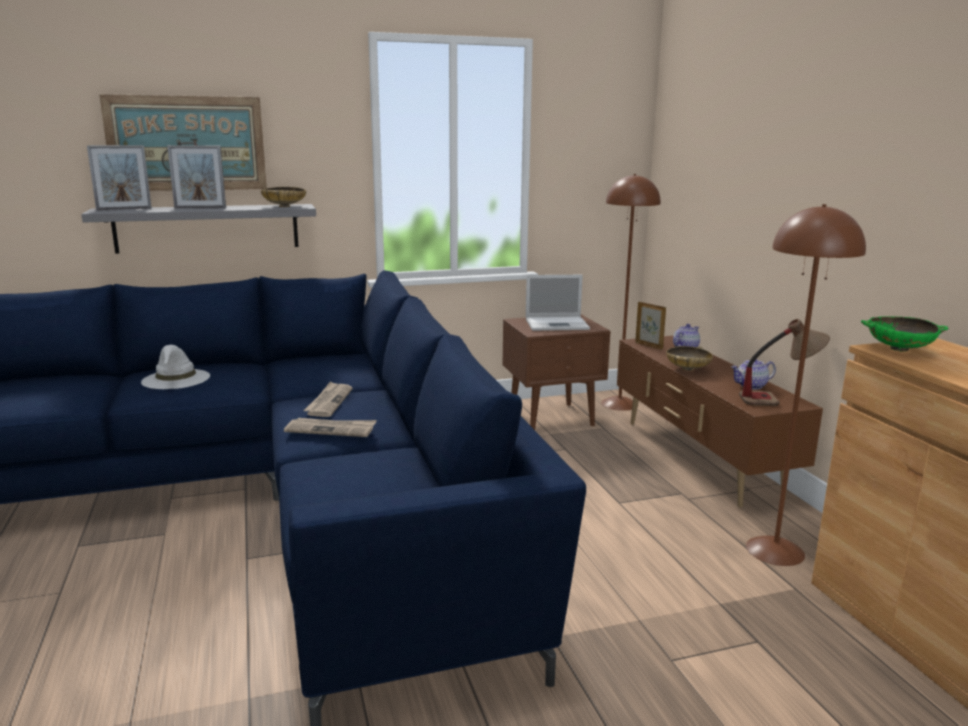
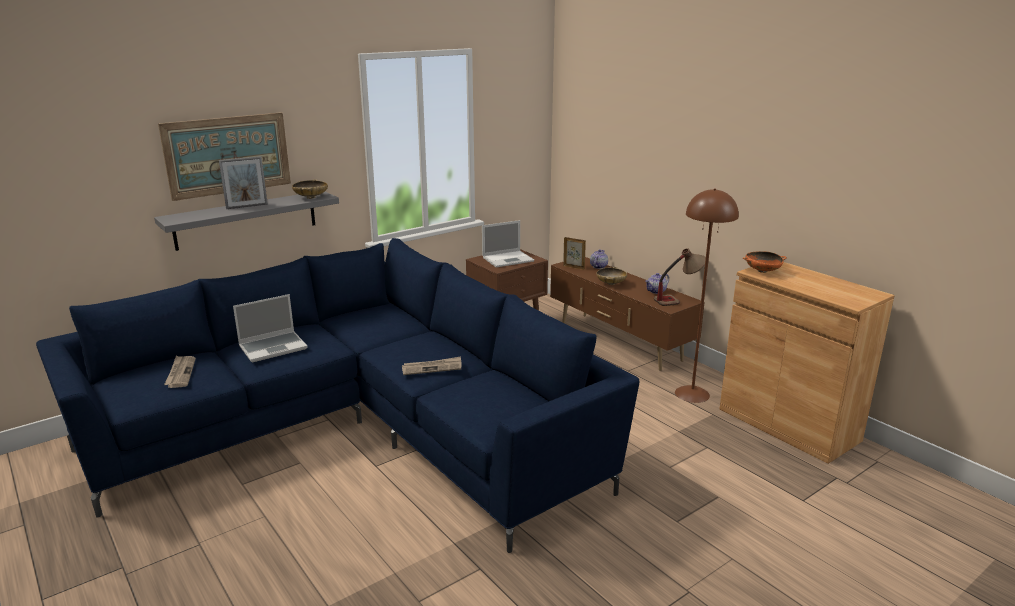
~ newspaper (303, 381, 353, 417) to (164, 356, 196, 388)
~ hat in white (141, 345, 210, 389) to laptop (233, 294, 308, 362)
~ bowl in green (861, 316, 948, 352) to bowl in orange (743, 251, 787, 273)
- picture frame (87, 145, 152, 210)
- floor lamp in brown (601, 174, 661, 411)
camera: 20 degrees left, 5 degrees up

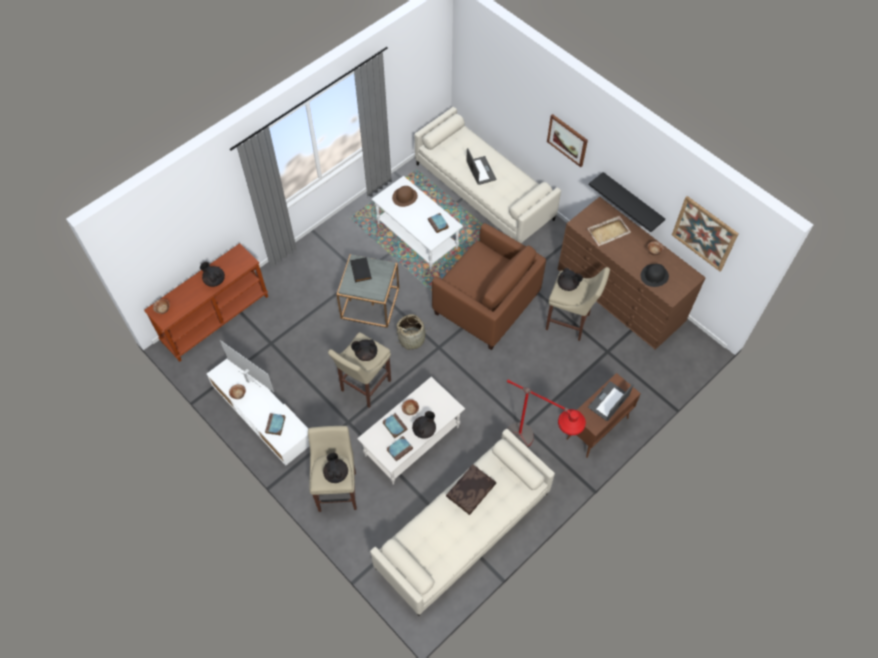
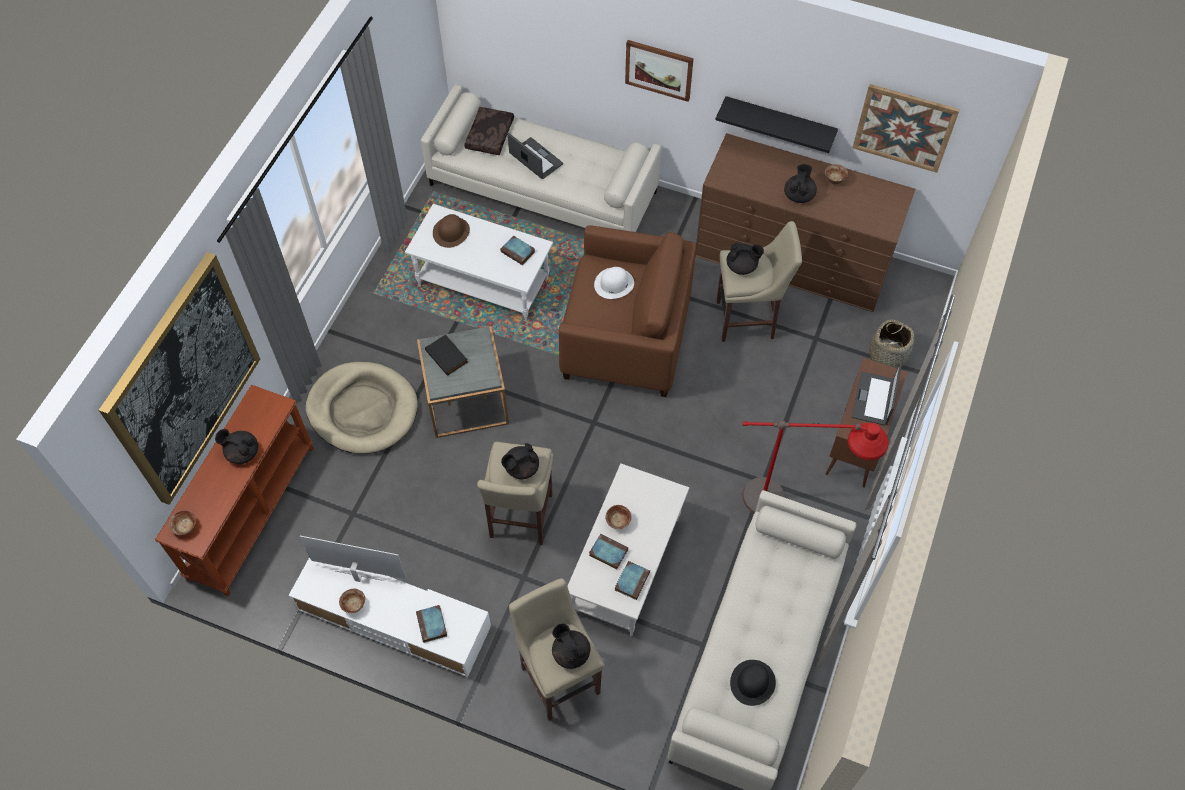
+ picture (99, 252, 260, 505)
+ dog bed in beige (306, 362, 418, 454)
~ pillow in brown (446, 465, 496, 515) to (464, 107, 514, 155)
+ hat in white (594, 267, 634, 299)
~ hat in black (641, 264, 669, 287) to (730, 660, 776, 706)
~ teapot in black (412, 411, 436, 439) to (784, 164, 817, 203)
~ basket (396, 314, 428, 350) to (869, 320, 914, 368)
- tray in beige (587, 216, 631, 246)
camera: 25 degrees left, 0 degrees up

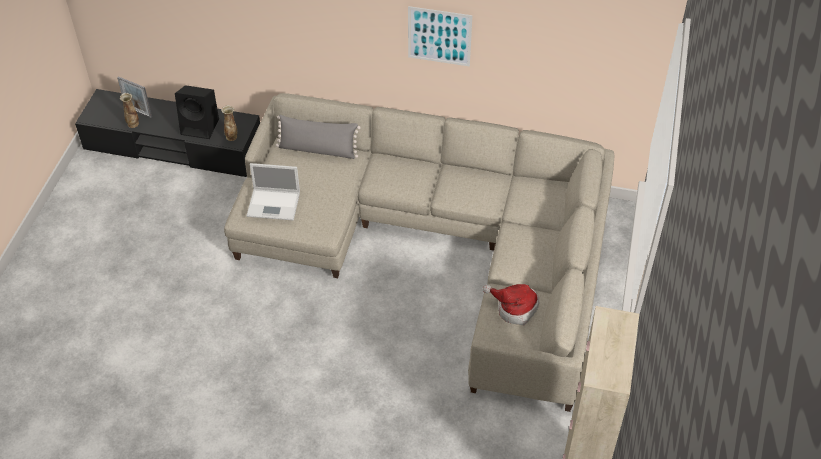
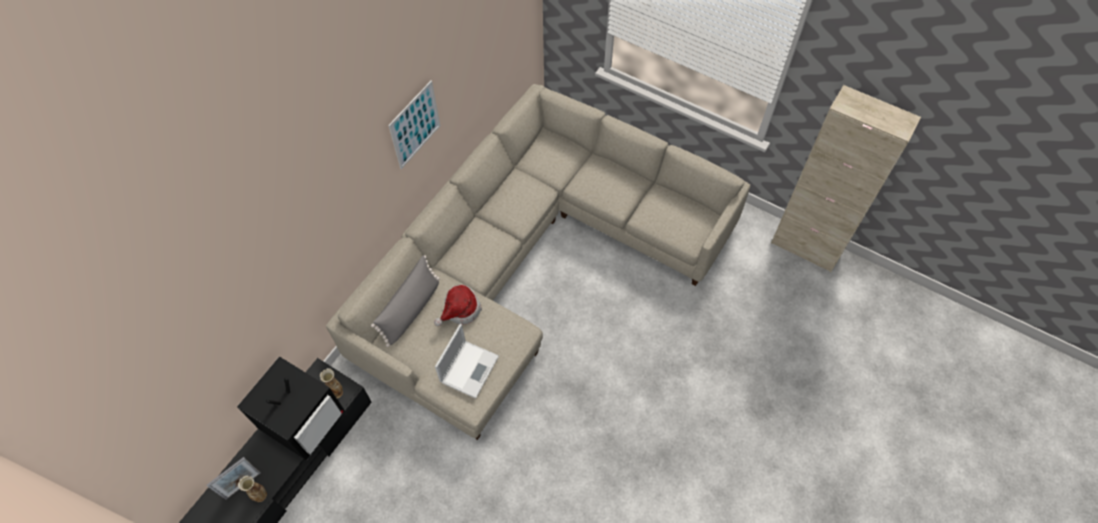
~ speaker in black (175, 85, 219, 139) to television (237, 356, 345, 461)
~ hat (483, 284, 539, 325) to (434, 285, 482, 326)
camera: 70 degrees left, 10 degrees up

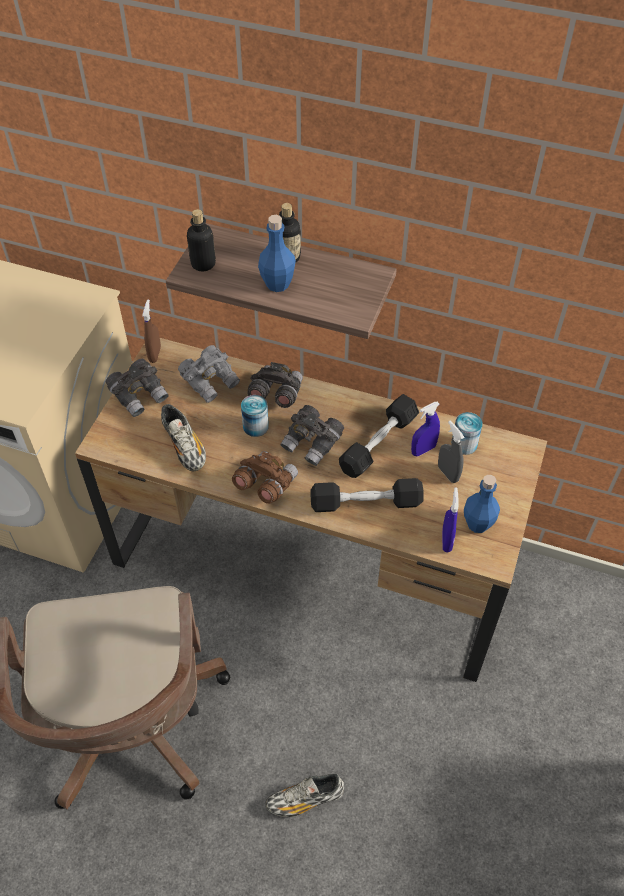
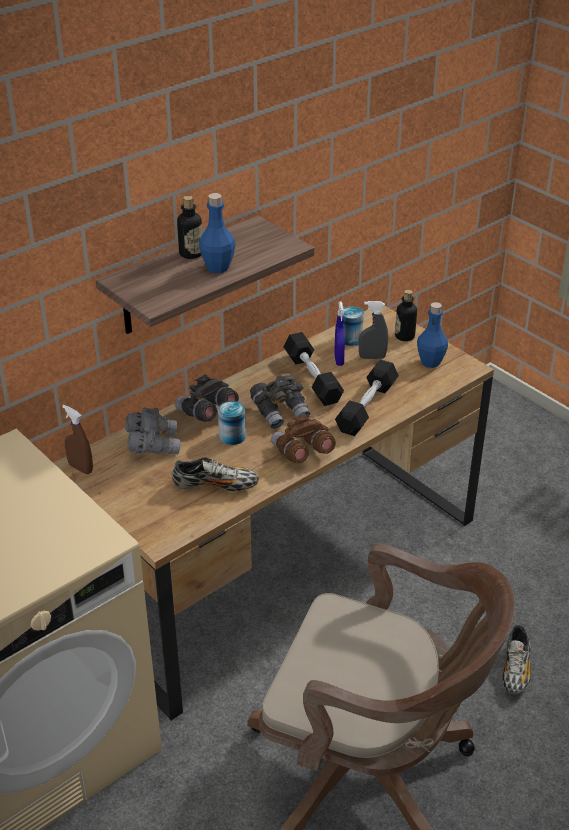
~ bottle (187, 209, 216, 271) to (395, 290, 417, 341)
- binoculars in grey (106, 359, 169, 417)
- spray bottle in blue (442, 487, 458, 553)
camera: 60 degrees left, 15 degrees down

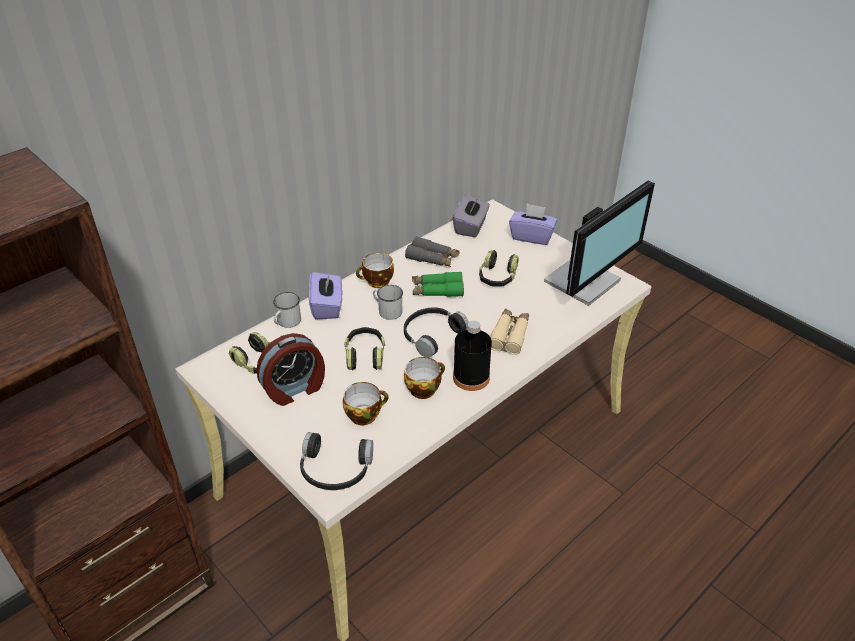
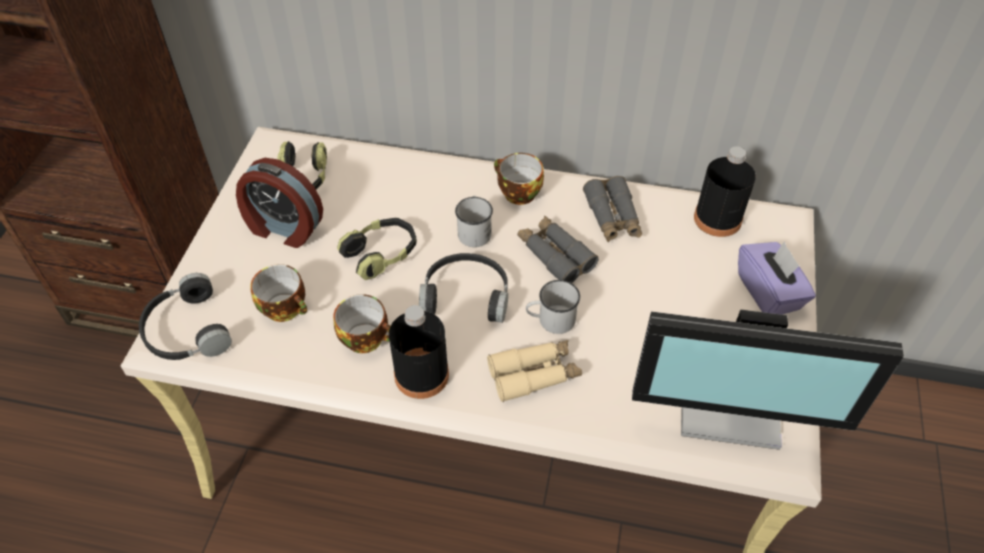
~ binoculars in green (412, 272, 464, 297) to binoculars in grey (518, 215, 598, 283)
~ mug in white (273, 292, 301, 328) to (526, 280, 580, 334)
~ tissue box in grey (453, 194, 490, 237) to bottle in black (694, 146, 756, 237)
- tissue box in purple (309, 272, 342, 319)
- headphones (479, 250, 519, 286)
camera: 55 degrees right, 10 degrees up

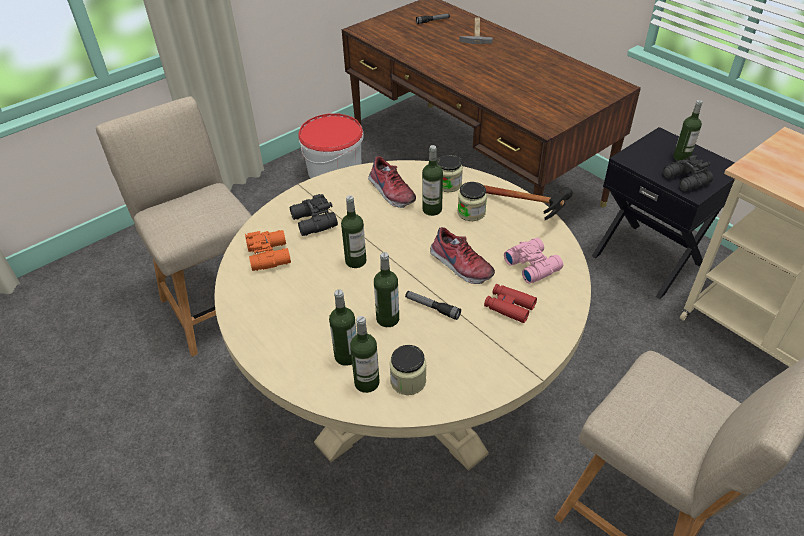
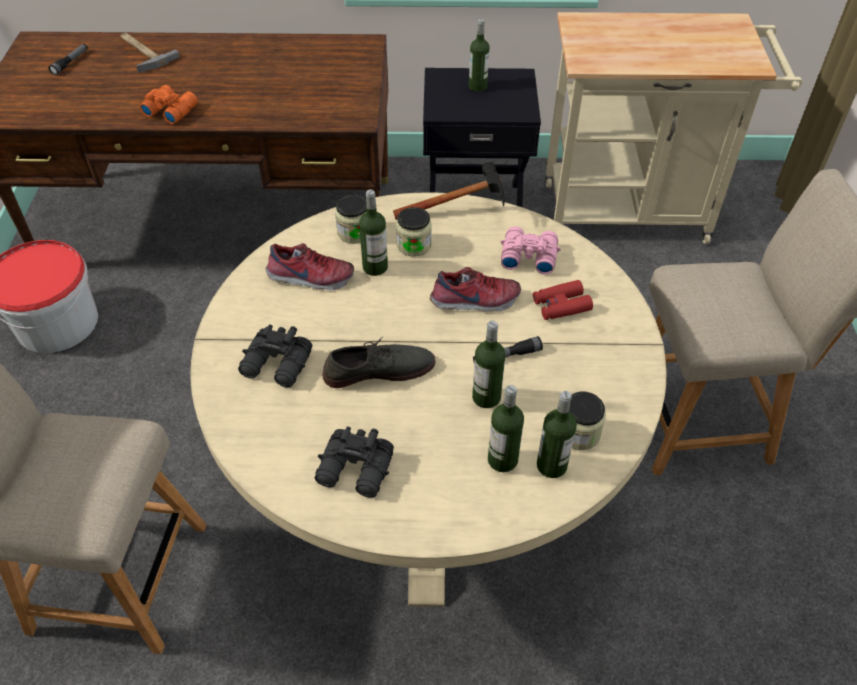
~ binoculars in orange (245, 230, 291, 271) to (140, 85, 198, 124)
~ binoculars in black (663, 155, 713, 191) to (315, 427, 394, 497)
~ bottle (341, 195, 366, 268) to shoe in grey (323, 337, 435, 388)
camera: 50 degrees left, 5 degrees up

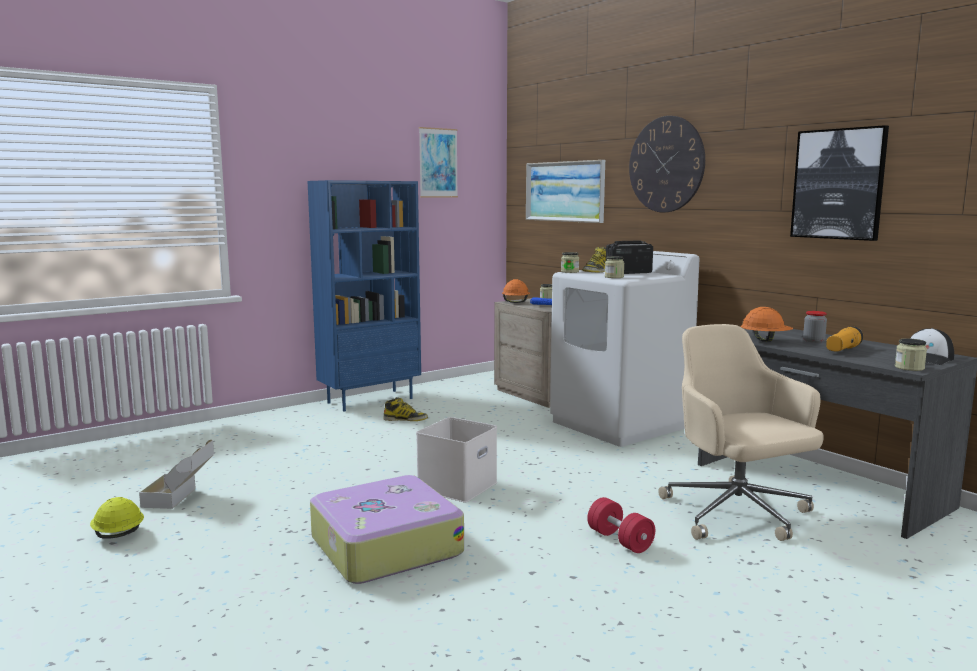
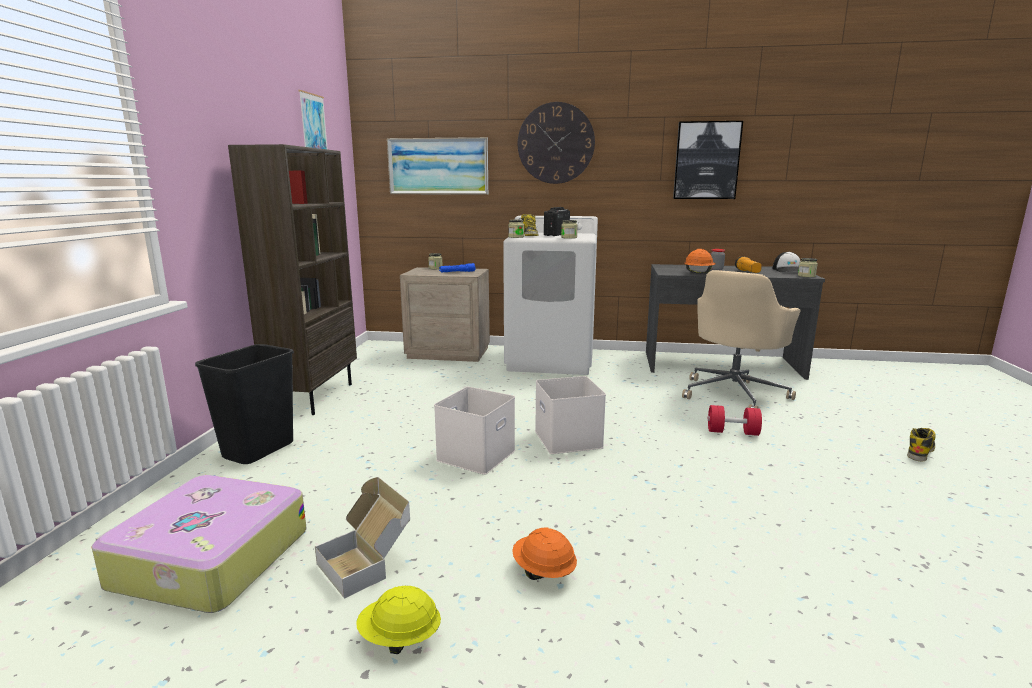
~ suitcase (310, 475, 464, 584) to (91, 475, 306, 613)
+ trash can in black (195, 344, 294, 464)
~ bookcase in blue (308, 180, 421, 412) to bookcase in brown (228, 144, 357, 415)
+ storage box in white (434, 387, 515, 475)
~ hard hat in orange (502, 279, 530, 303) to (512, 527, 577, 580)
~ office chair in beige (658, 324, 824, 541) = (682, 270, 800, 408) 75 degrees counterclockwise
~ boot (383, 397, 428, 421) to (907, 428, 936, 462)
camera: 45 degrees left, 5 degrees up

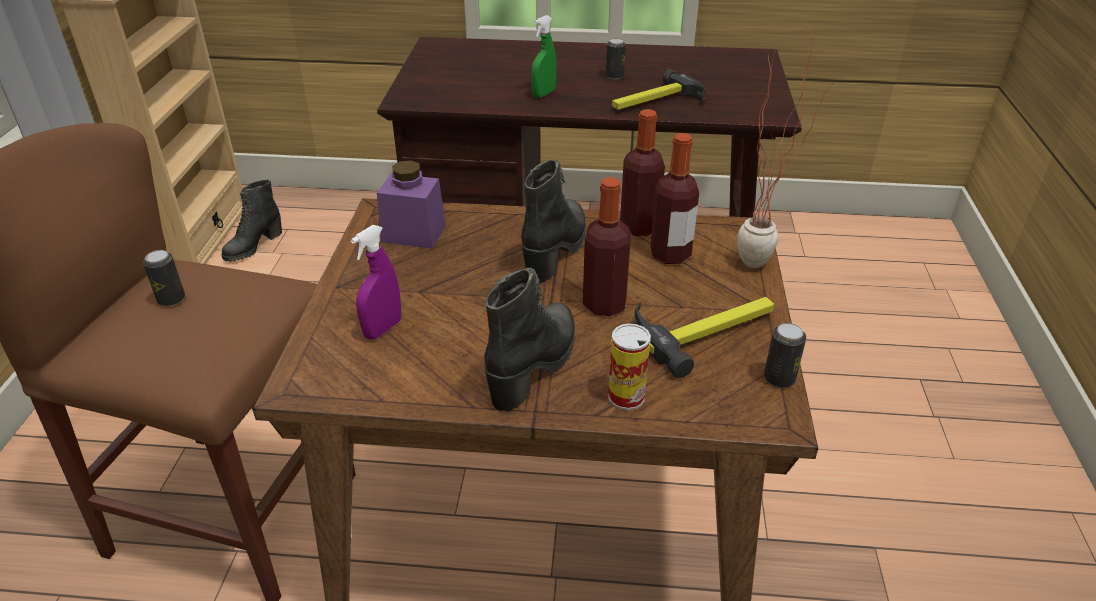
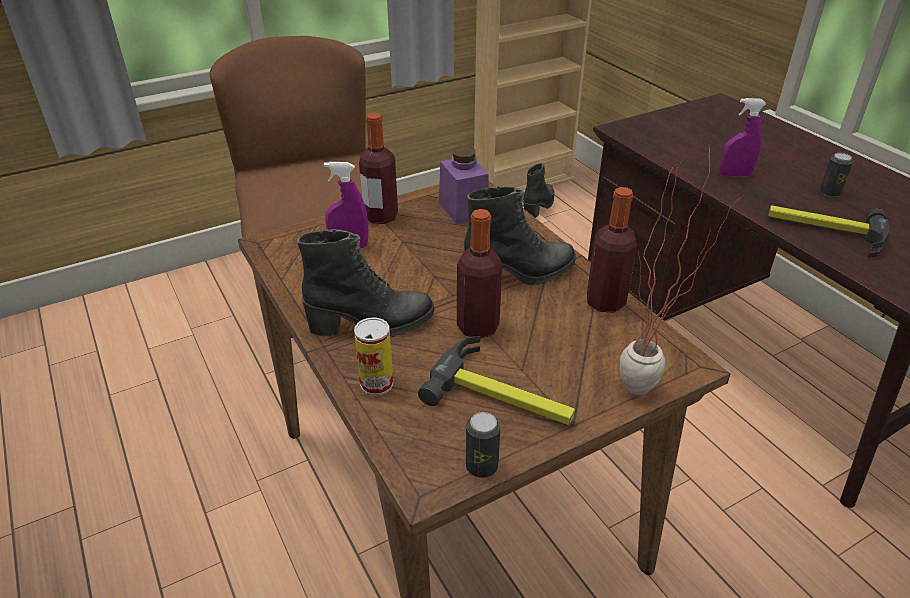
~ bottle (650, 133, 699, 264) to (359, 113, 398, 224)
~ boot in black (221, 180, 282, 261) = (523, 163, 554, 218) 120 degrees clockwise
~ spray bottle in green (531, 15, 556, 98) to spray bottle in purple (720, 98, 766, 177)
- can (143, 250, 185, 306)
camera: 55 degrees right, 0 degrees up

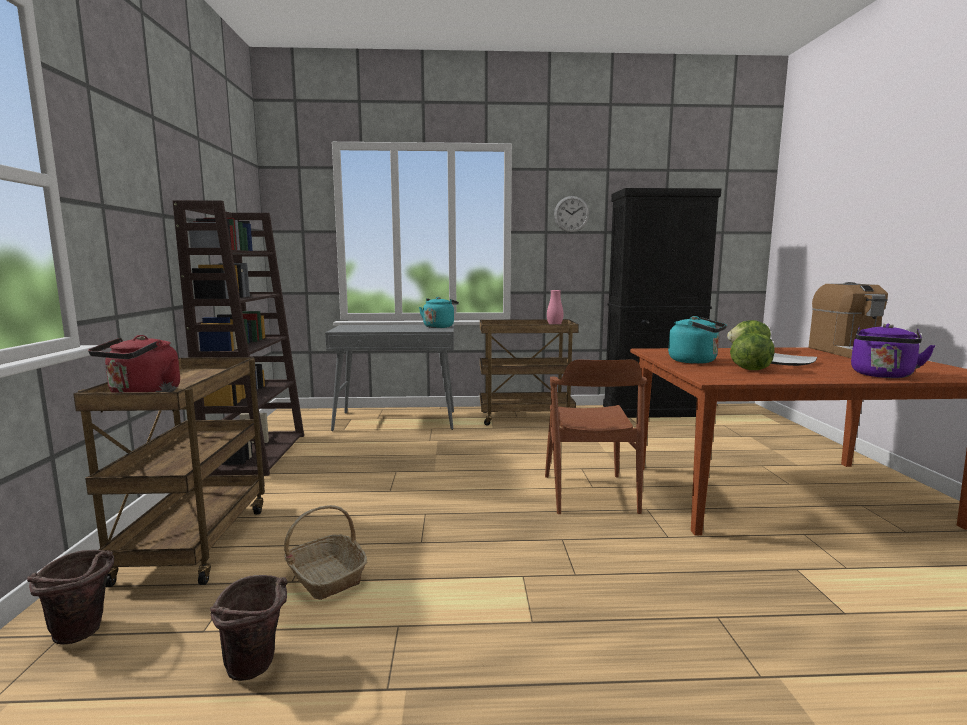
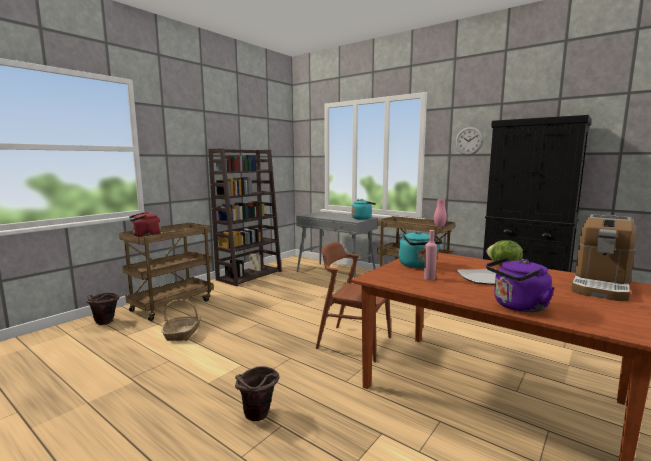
~ bucket in brown (210, 575, 287, 681) to (235, 366, 279, 421)
~ chair in brown (545, 359, 647, 514) = (316, 242, 391, 362) 75 degrees clockwise
~ lettuce (730, 333, 775, 370) to bottle in pink (424, 230, 437, 280)
camera: 40 degrees right, 0 degrees up

